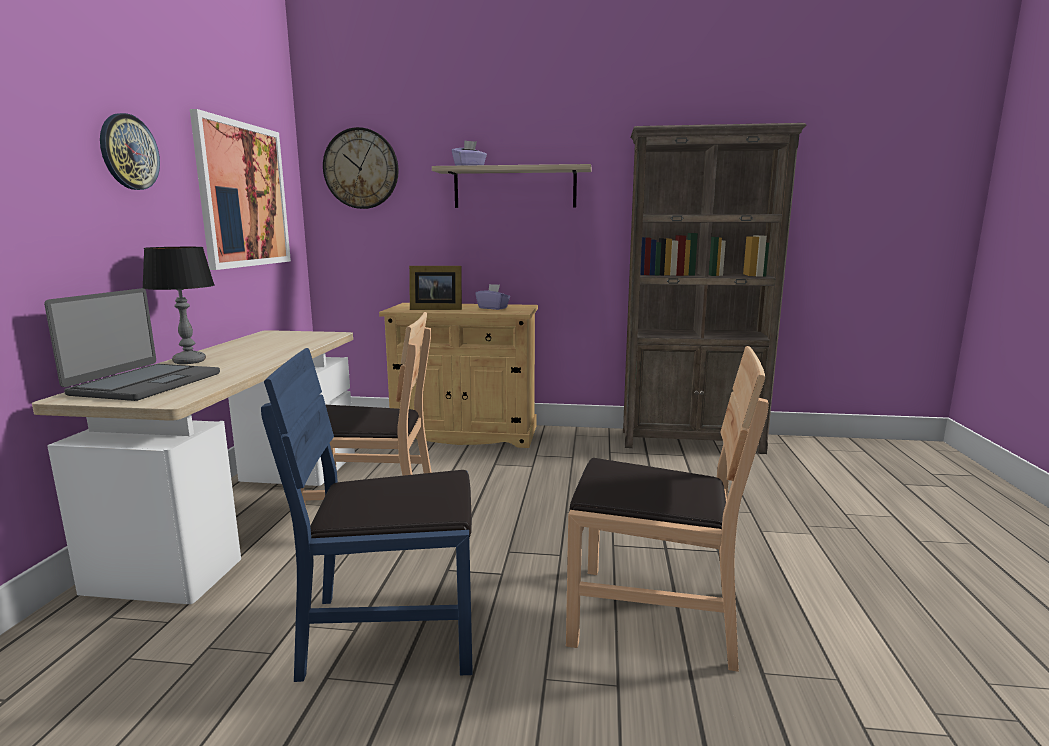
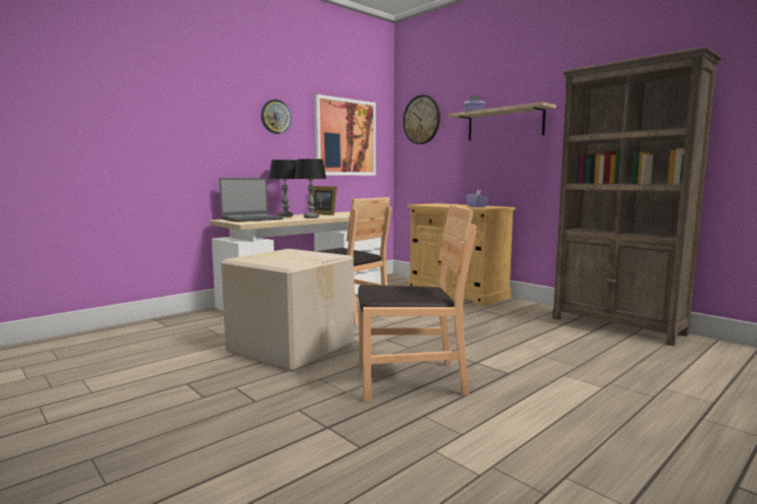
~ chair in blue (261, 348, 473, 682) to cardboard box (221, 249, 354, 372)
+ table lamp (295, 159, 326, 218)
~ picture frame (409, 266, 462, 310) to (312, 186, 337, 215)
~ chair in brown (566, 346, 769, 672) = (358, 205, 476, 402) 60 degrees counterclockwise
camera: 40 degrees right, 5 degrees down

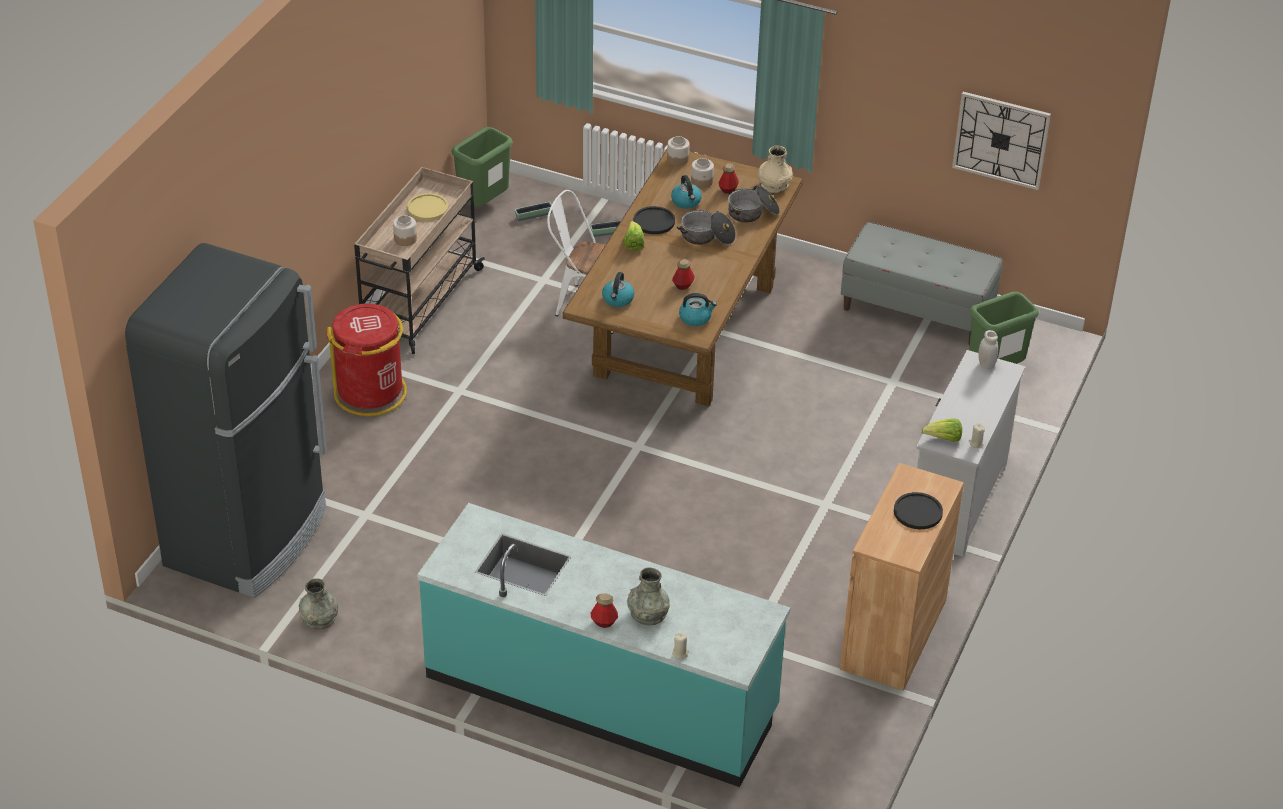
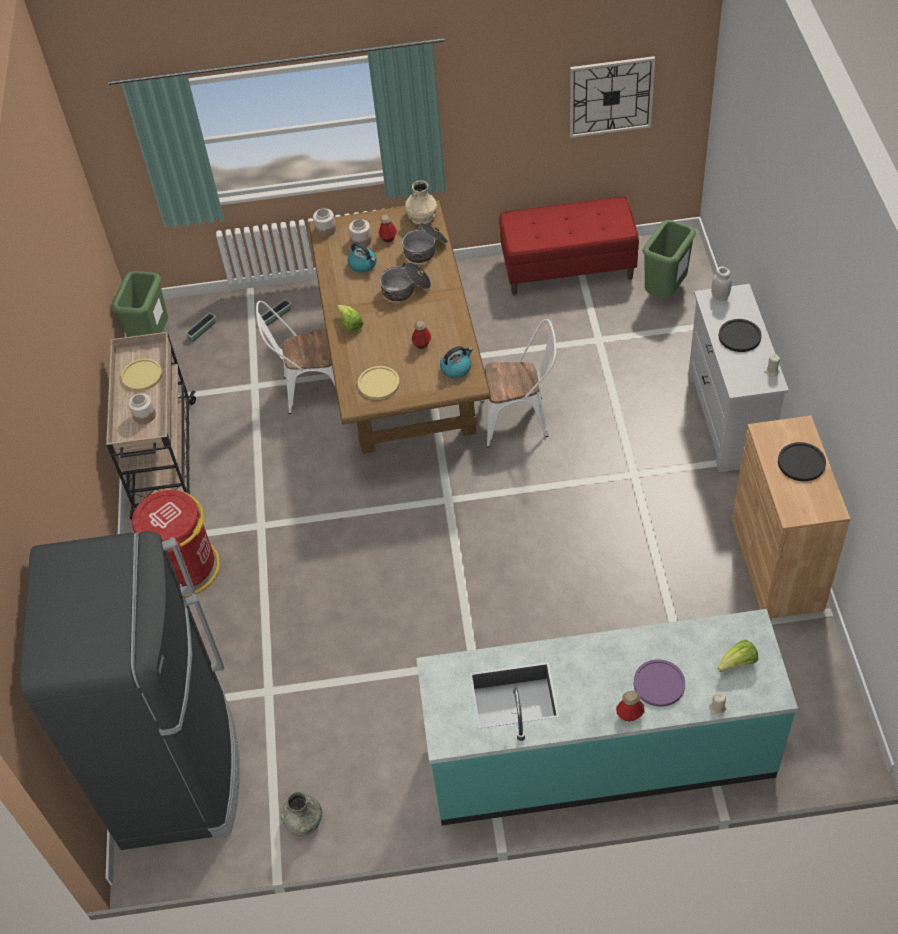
~ kettle (602, 272, 634, 307) to plate in yellow (358, 366, 400, 400)
+ chair in white (481, 319, 556, 447)
~ bench in grey (841, 222, 1003, 346) to bench in red (499, 197, 639, 295)
~ vase in grey (627, 567, 670, 625) to plate in purple (634, 659, 685, 707)
~ lettuce (922, 418, 962, 442) to (718, 640, 758, 672)
~ plate in black (634, 206, 675, 234) to (719, 319, 762, 352)
camera: 25 degrees left, 10 degrees up

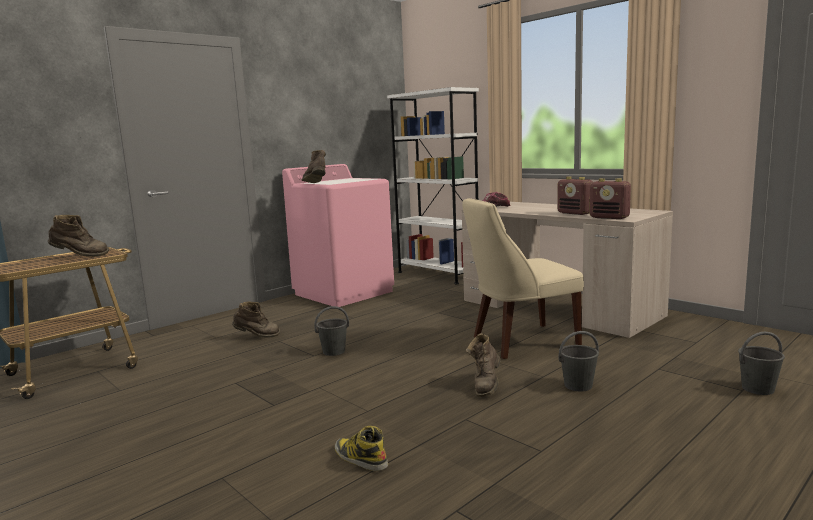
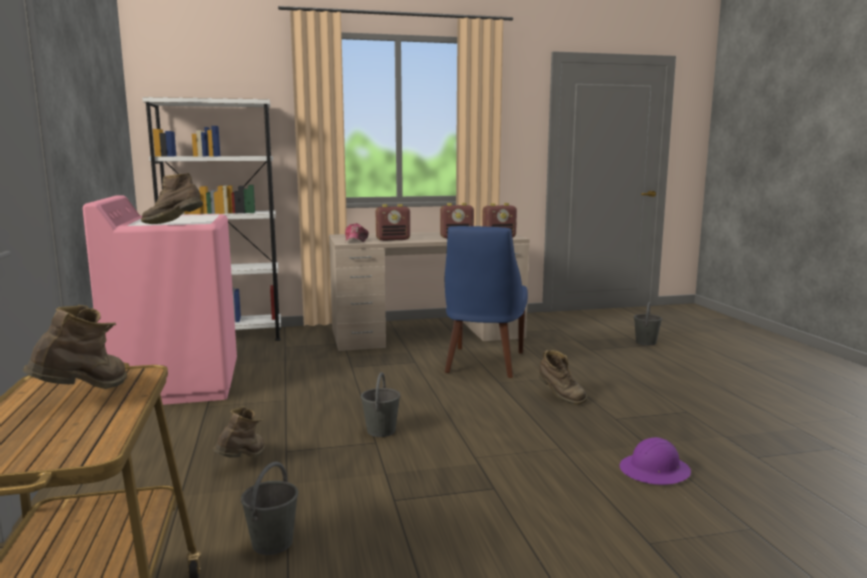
~ bucket in grey (559, 331, 599, 392) to (241, 462, 298, 555)
+ radio (376, 204, 410, 241)
~ chair in beige (462, 198, 584, 359) to chair in blue (444, 226, 528, 378)
~ boot (335, 426, 388, 471) to hard hat in purple (620, 437, 691, 485)
camera: 60 degrees left, 0 degrees up

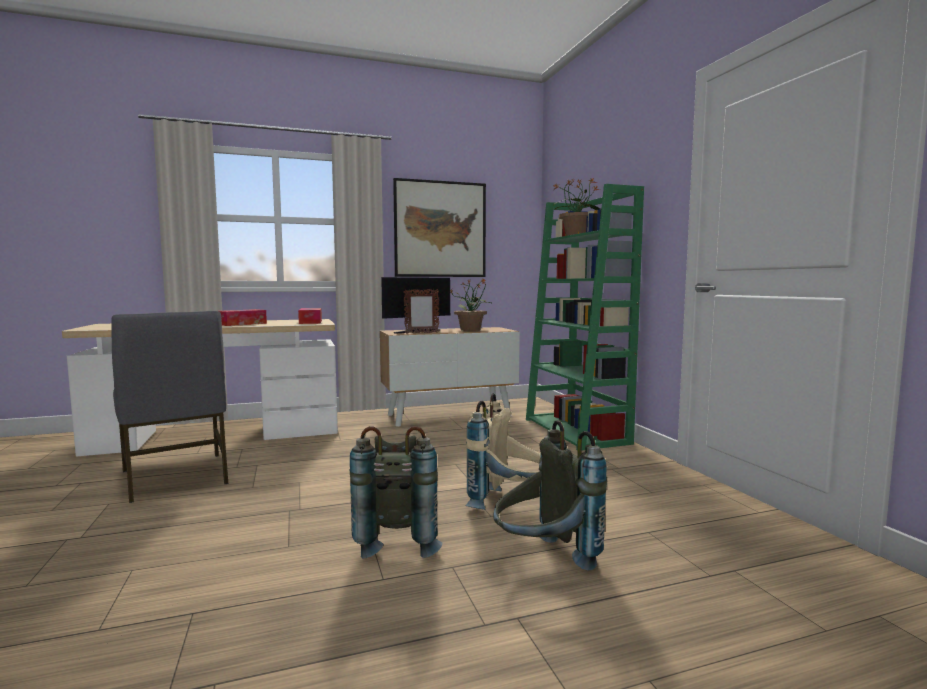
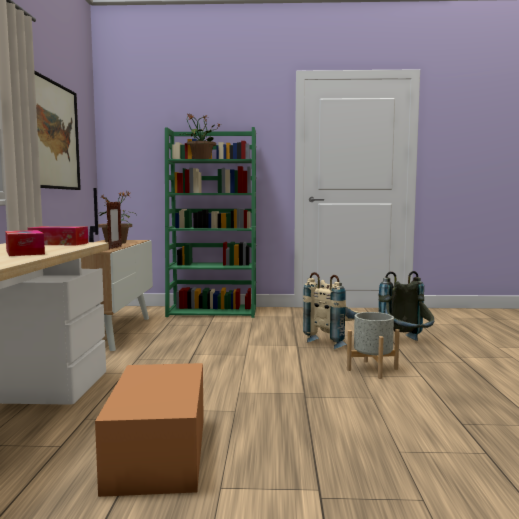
~ chair in grey (111, 311, 229, 503) to cardboard box (95, 363, 204, 497)
~ backpack in grey (350, 426, 442, 559) to planter in grey (347, 312, 400, 379)
camera: 70 degrees left, 0 degrees up

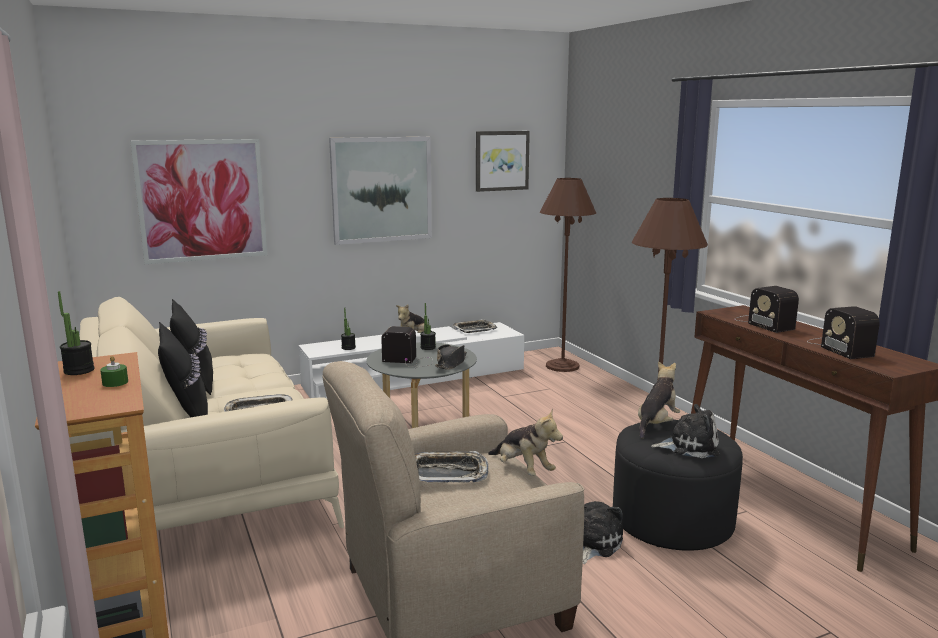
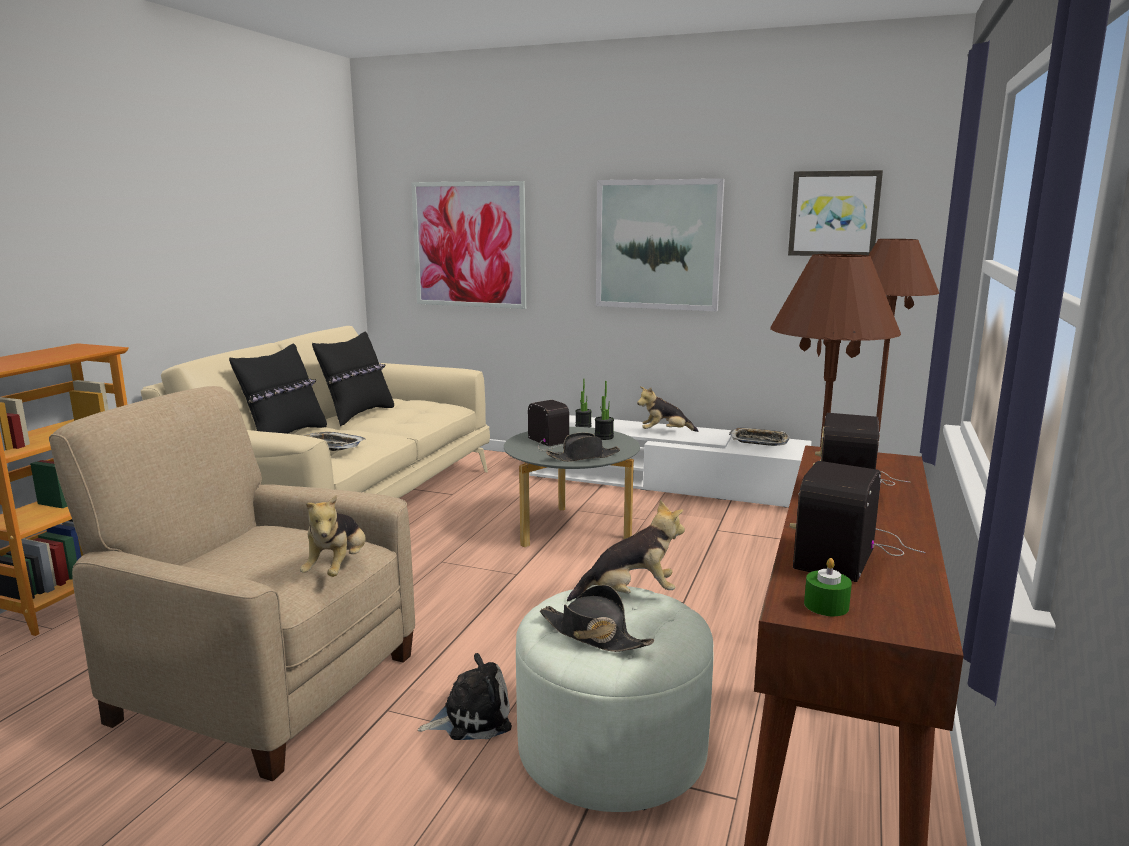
~ ottoman in black (613, 420, 743, 551) to ottoman in white (516, 585, 714, 812)
~ plush toy (651, 404, 719, 458) to hat in black (540, 585, 655, 652)
~ candle in green (100, 356, 128, 387) to (804, 558, 852, 616)
- potted plant (58, 291, 95, 375)
- tray (415, 451, 489, 482)
camera: 45 degrees right, 0 degrees up

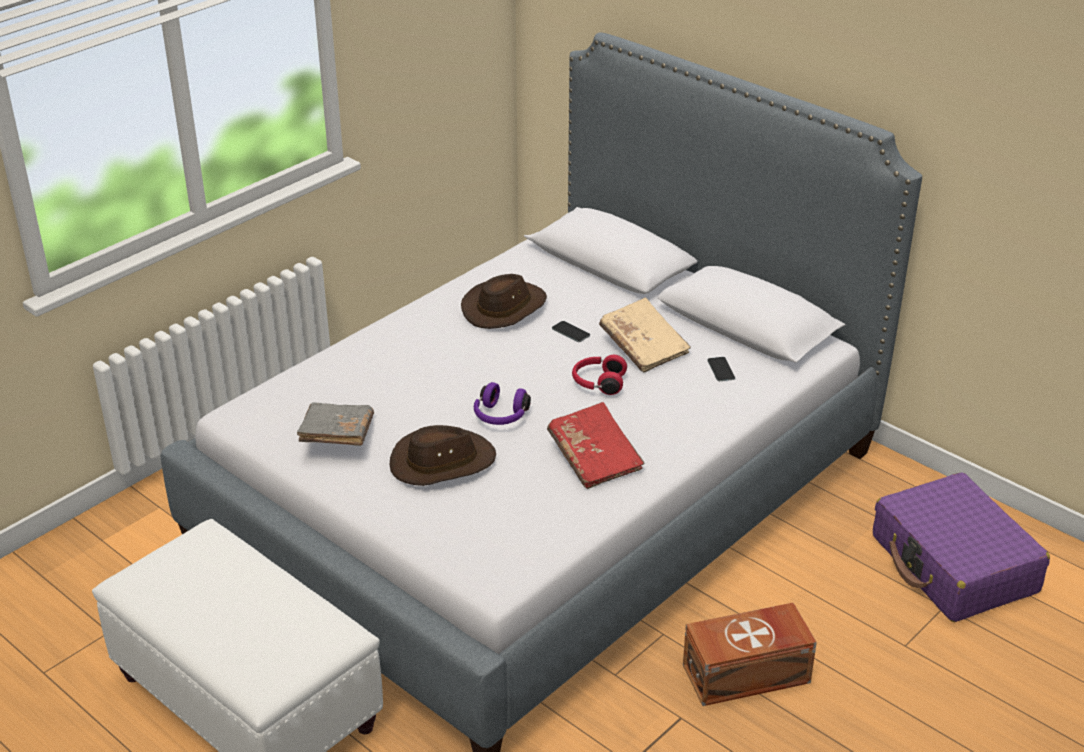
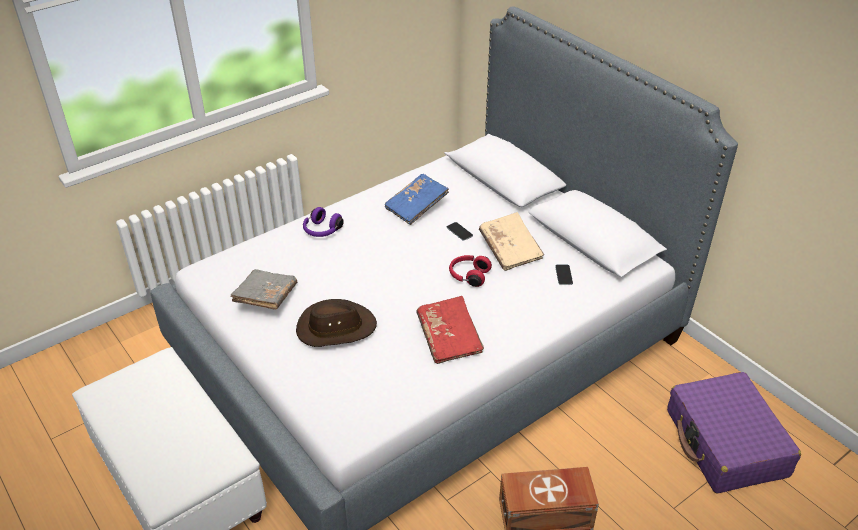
~ headphones in purple (474, 382, 531, 425) to (303, 207, 344, 237)
~ hat in brown (461, 274, 547, 329) to book in blue (385, 174, 449, 225)
camera: 10 degrees right, 5 degrees up

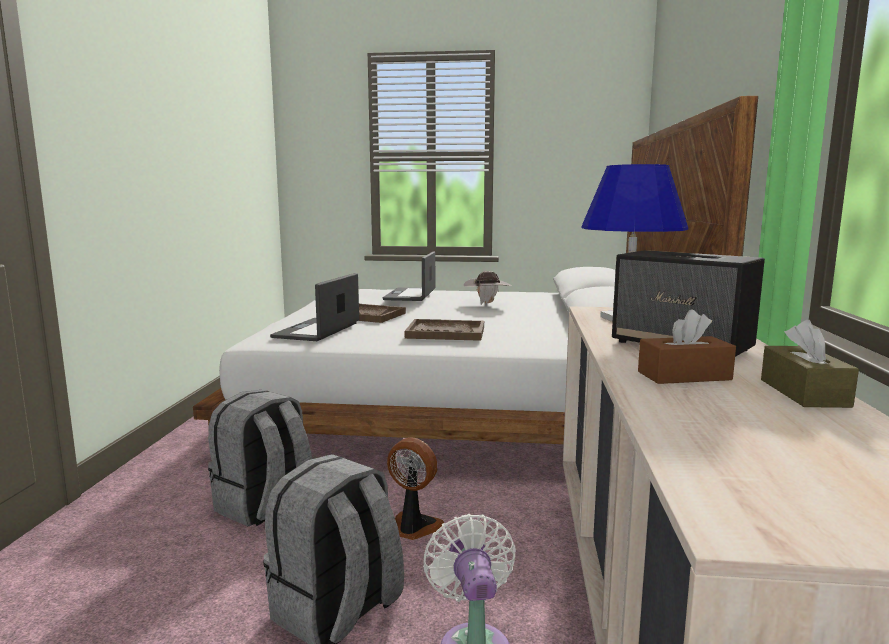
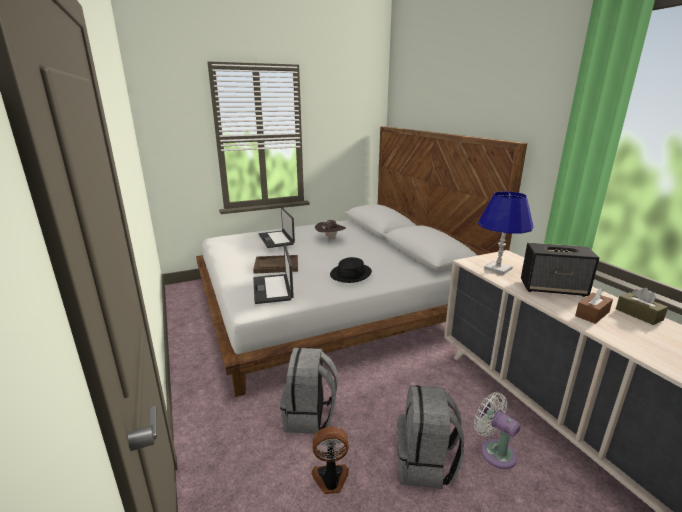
~ fan (387, 437, 444, 540) to (311, 427, 349, 494)
~ tray in brown (405, 319, 484, 341) to hat in black (330, 257, 372, 283)
camera: 30 degrees left, 10 degrees up

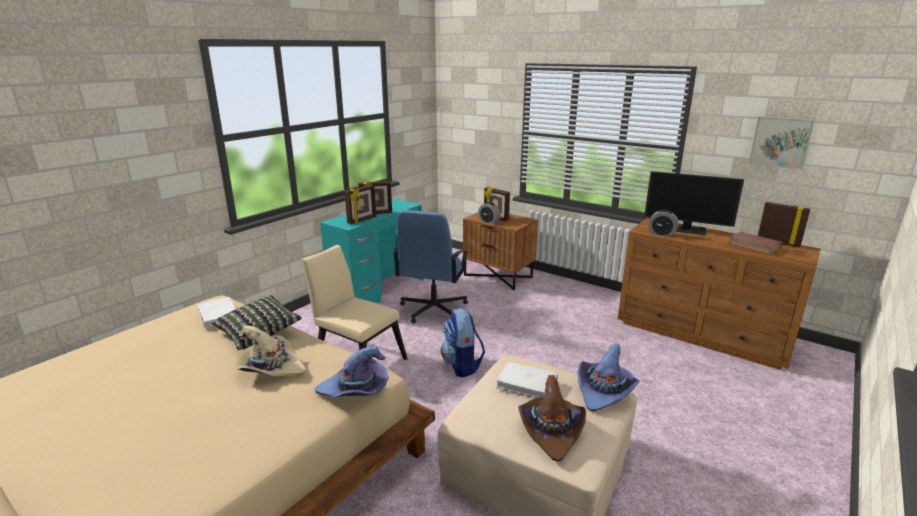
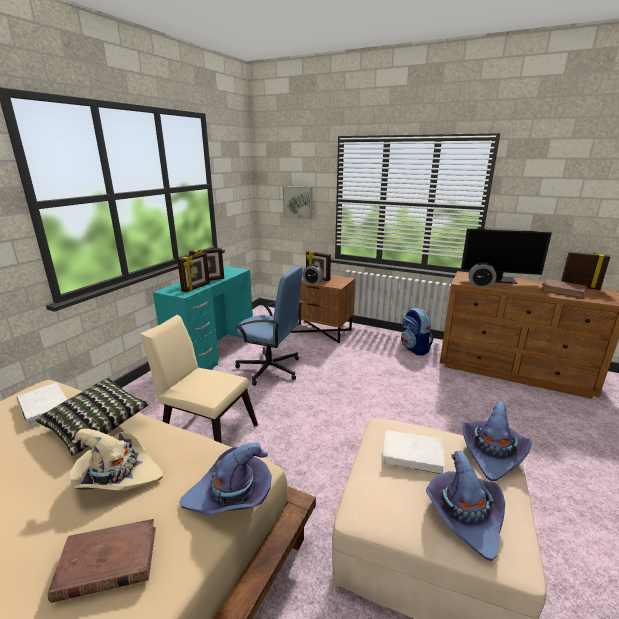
+ book in brown (48, 519, 156, 603)
~ office chair in blue (393, 210, 468, 324) = (235, 266, 303, 386) 75 degrees counterclockwise
~ picture (749, 116, 814, 170) to (283, 186, 312, 220)
~ backpack (441, 308, 485, 377) to (401, 307, 434, 356)
~ hat in brown (518, 375, 586, 462) to hat in purple (426, 451, 505, 561)
camera: 10 degrees left, 0 degrees up

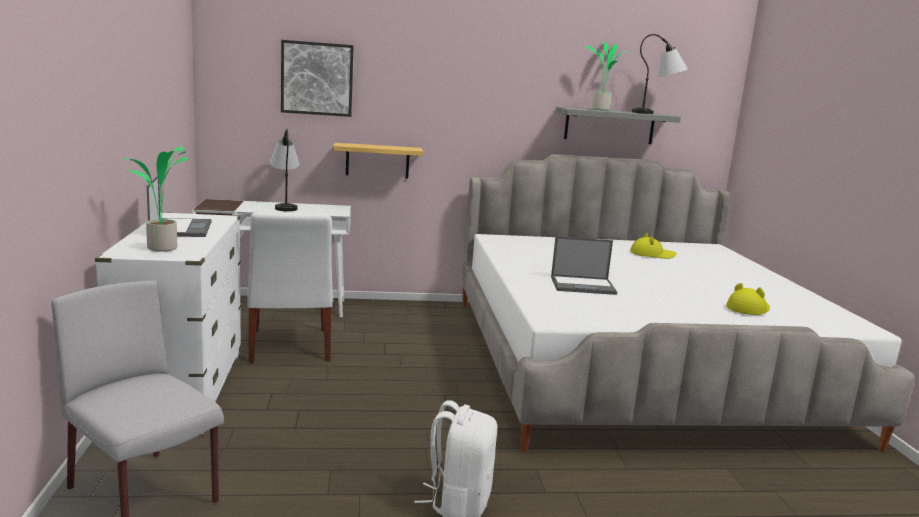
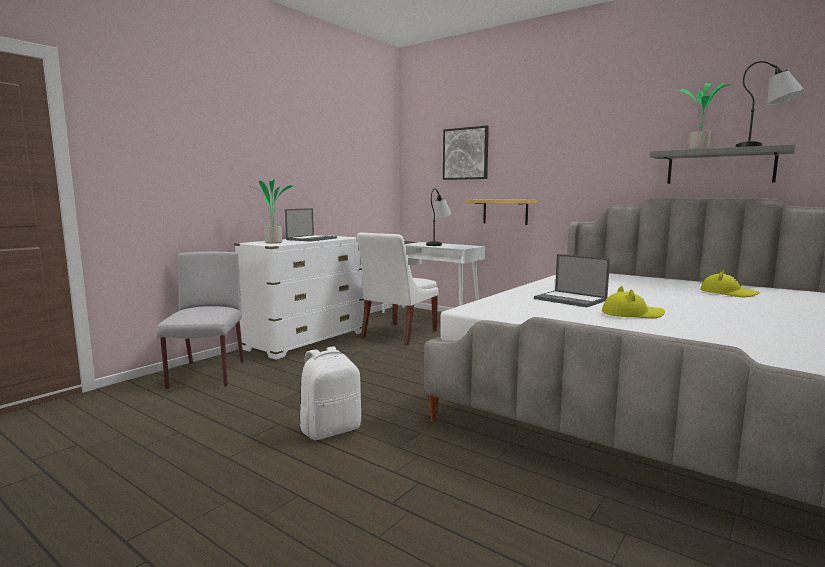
~ hat in yellow (726, 283, 770, 315) to (602, 286, 665, 319)
camera: 45 degrees right, 5 degrees down

